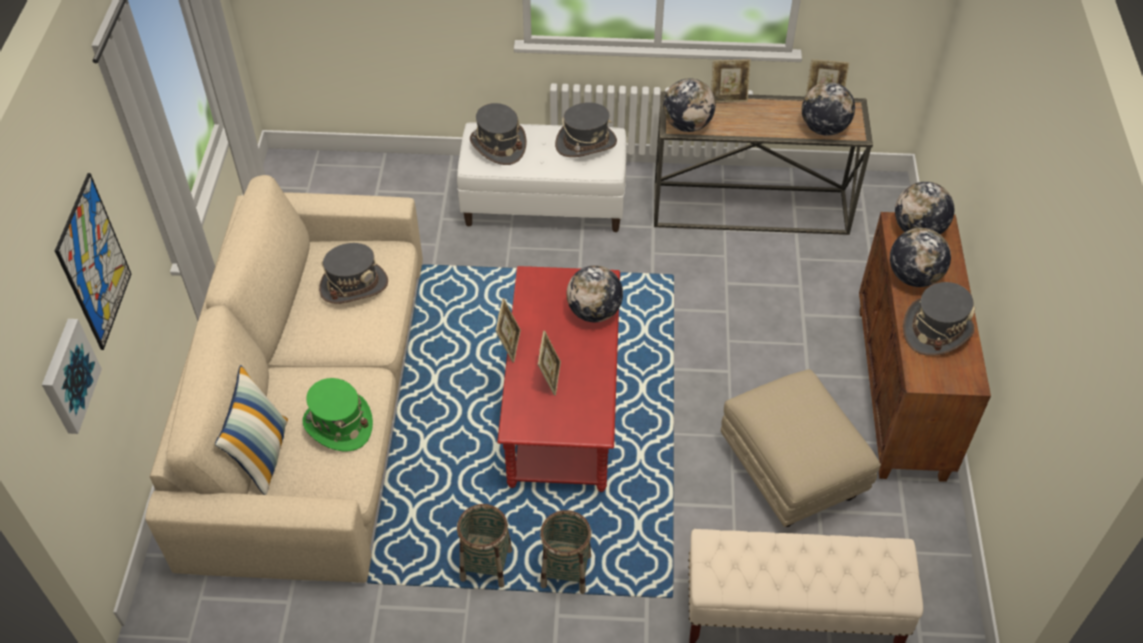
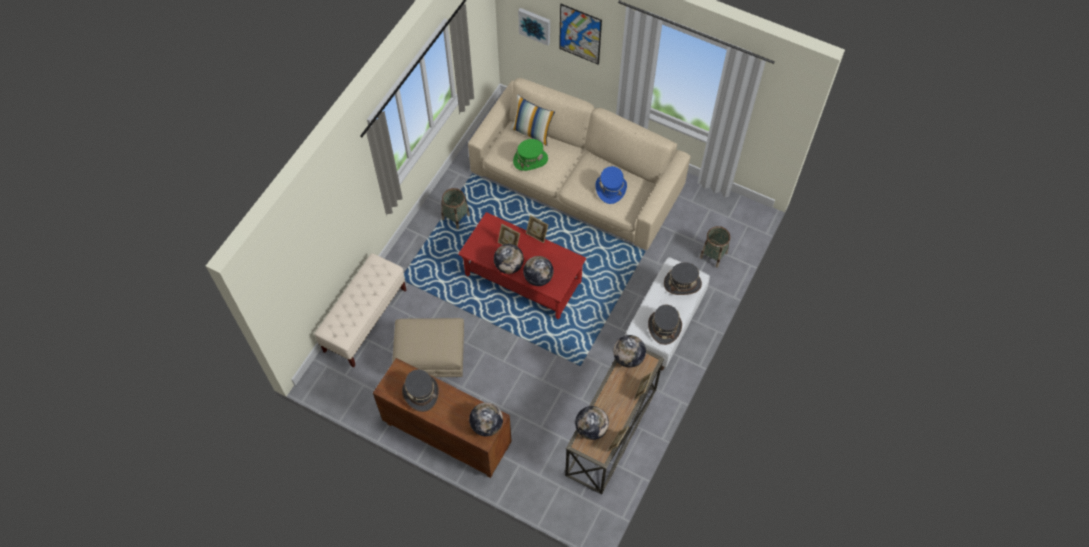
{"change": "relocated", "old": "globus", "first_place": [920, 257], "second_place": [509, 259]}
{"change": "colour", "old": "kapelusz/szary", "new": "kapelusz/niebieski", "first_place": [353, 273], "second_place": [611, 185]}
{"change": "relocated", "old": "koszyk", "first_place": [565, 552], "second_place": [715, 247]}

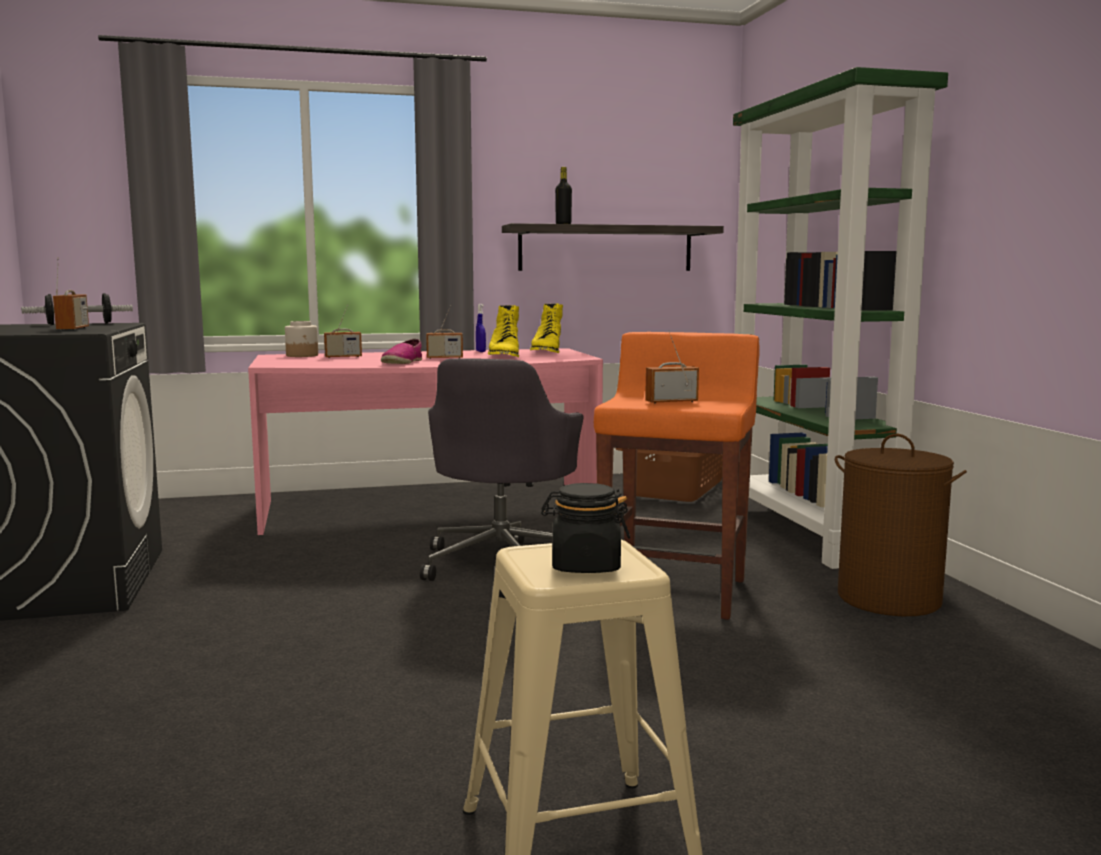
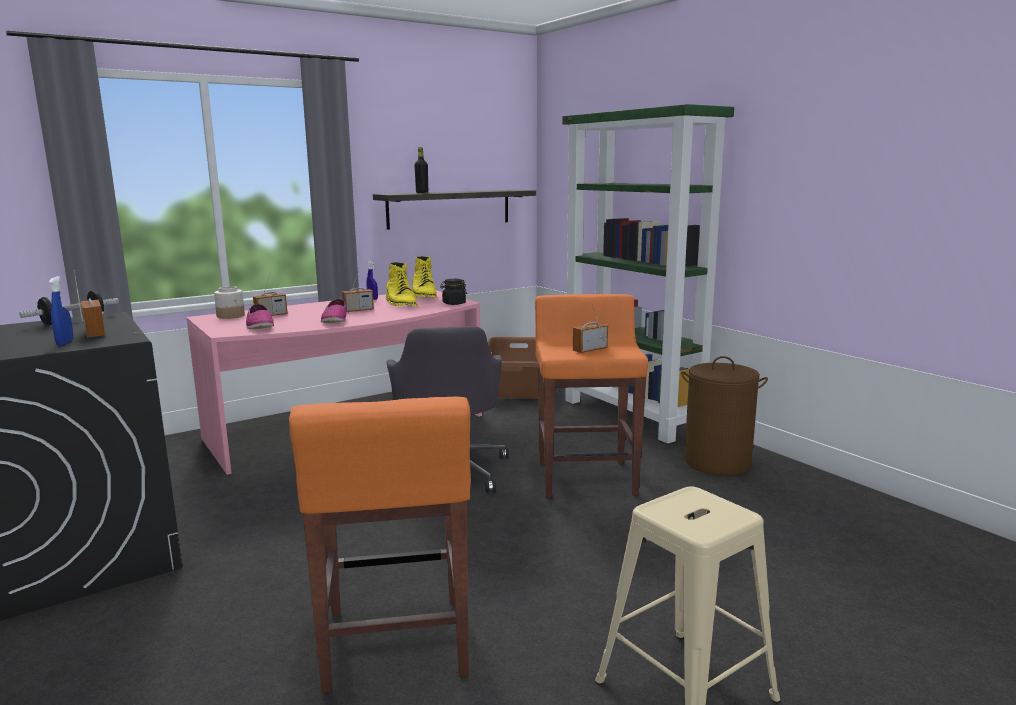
{"change": "appeared", "new": "spryskiwacz/niebieski", "second_place": [61, 311]}
{"change": "appeared", "new": "but", "second_place": [260, 316]}
{"change": "appeared", "new": "stołek/pomarańczowy", "second_place": [380, 545]}
{"change": "relocated", "old": "słoik/czarny", "first_place": [585, 528], "second_place": [453, 292]}

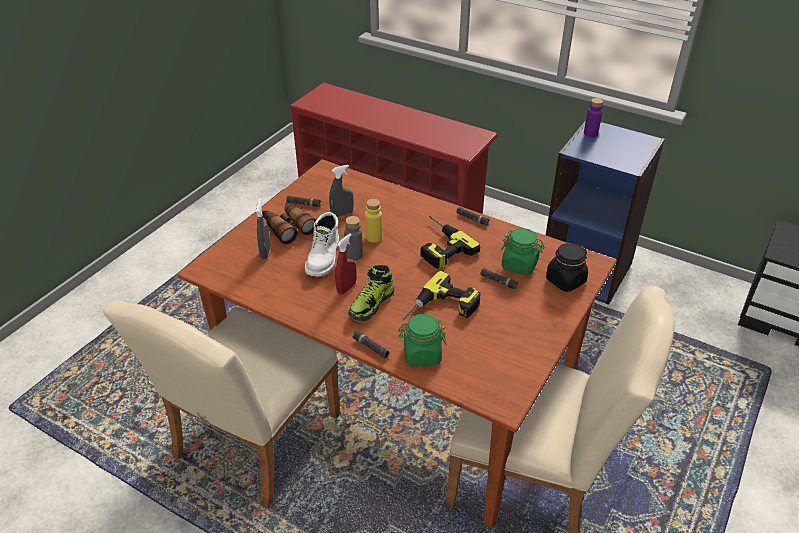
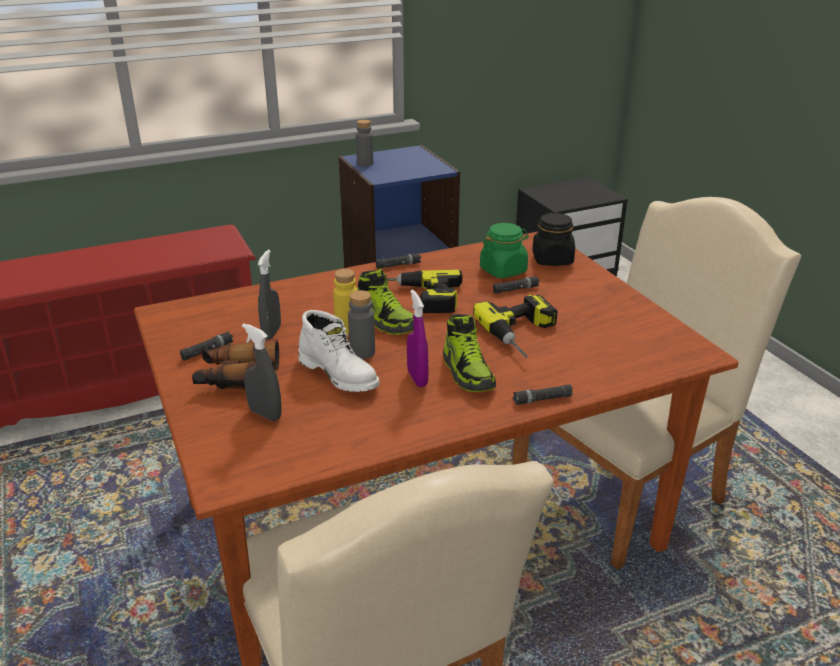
{"change": "colour", "old": "butelka/fioletowy", "new": "butelka/szary", "first_place": [593, 117], "second_place": [364, 143]}
{"change": "appeared", "new": "but", "second_place": [385, 301]}
{"change": "colour", "old": "spryskiwacz/czerwony", "new": "spryskiwacz/fioletowy", "first_place": [345, 263], "second_place": [418, 338]}
{"change": "missing", "old": "słoik/zielony", "first_place": [422, 340]}

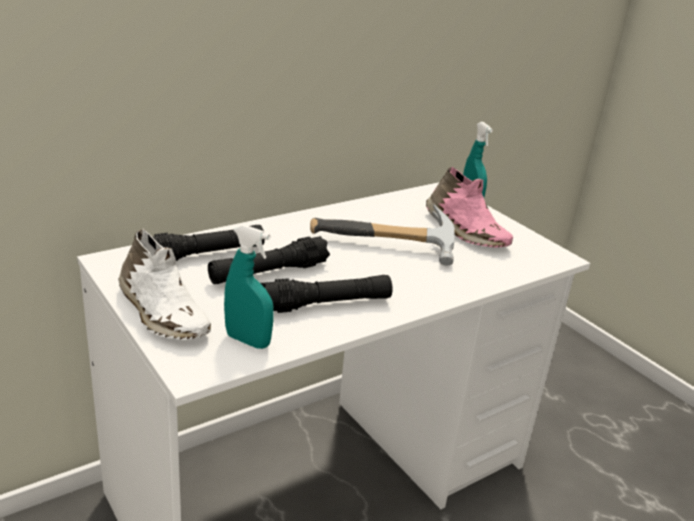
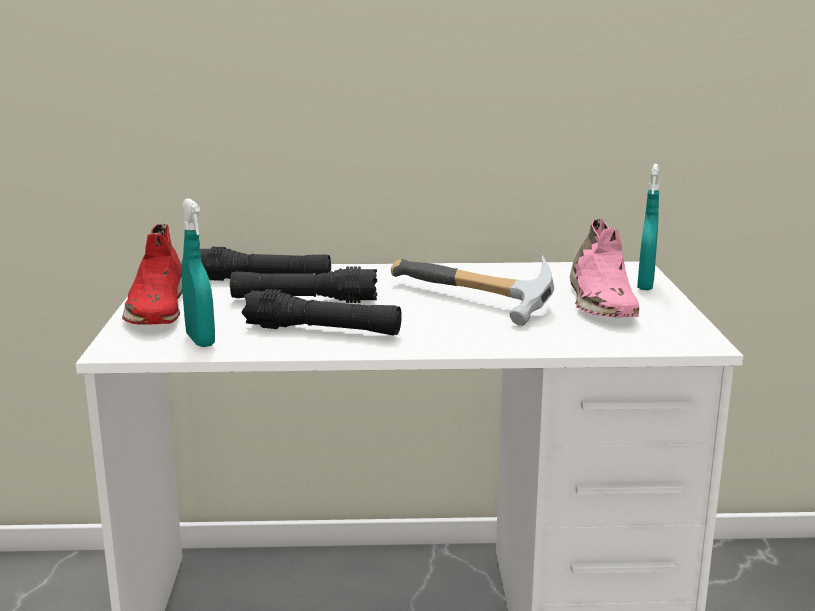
{"change": "colour", "old": "but/biały", "new": "but/czerwony", "first_place": [164, 284], "second_place": [152, 274]}

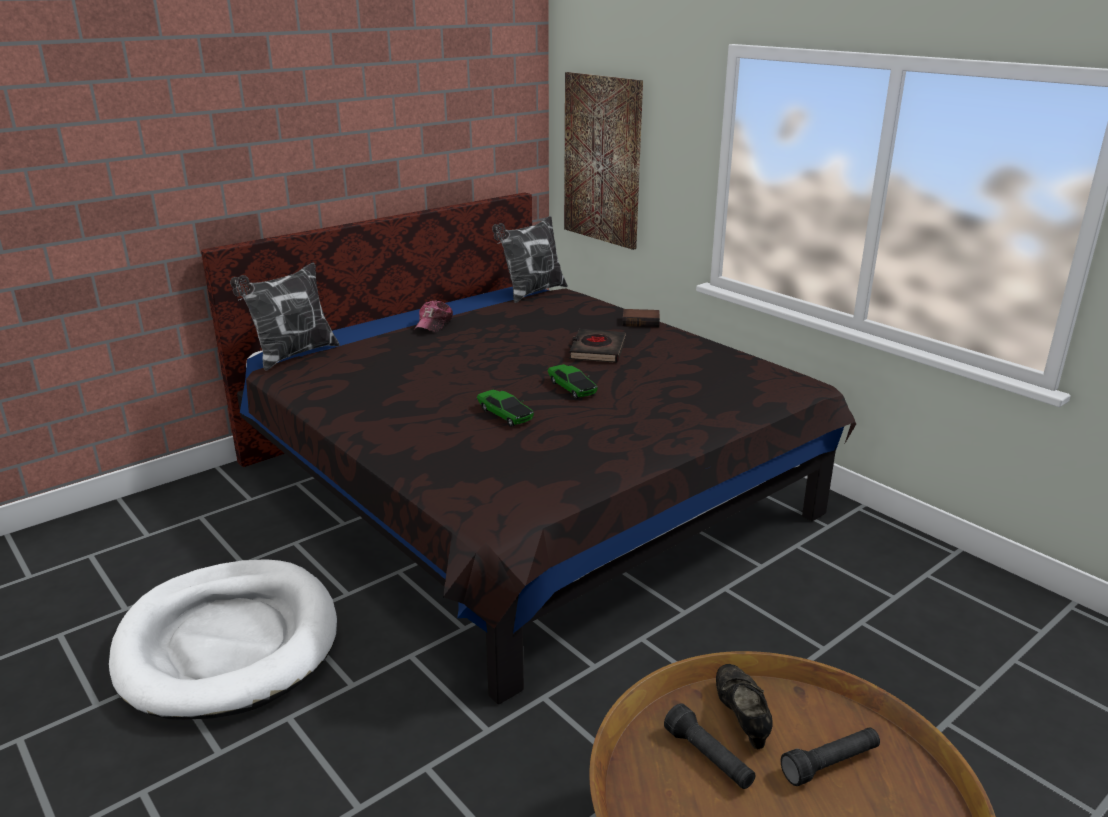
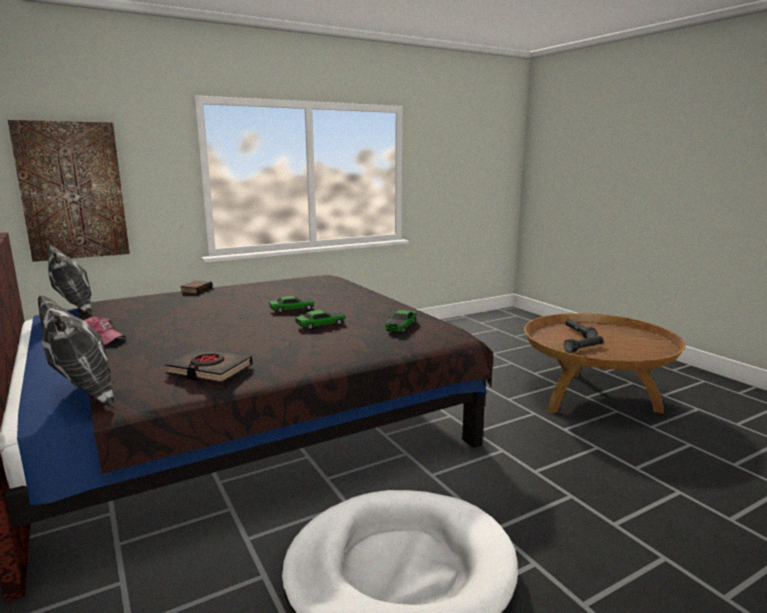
{"change": "relocated", "old": "książka/czarny", "first_place": [597, 346], "second_place": [208, 365]}
{"change": "appeared", "new": "samochodzik", "second_place": [401, 321]}
{"change": "missing", "old": "but/czarny", "first_place": [744, 706]}

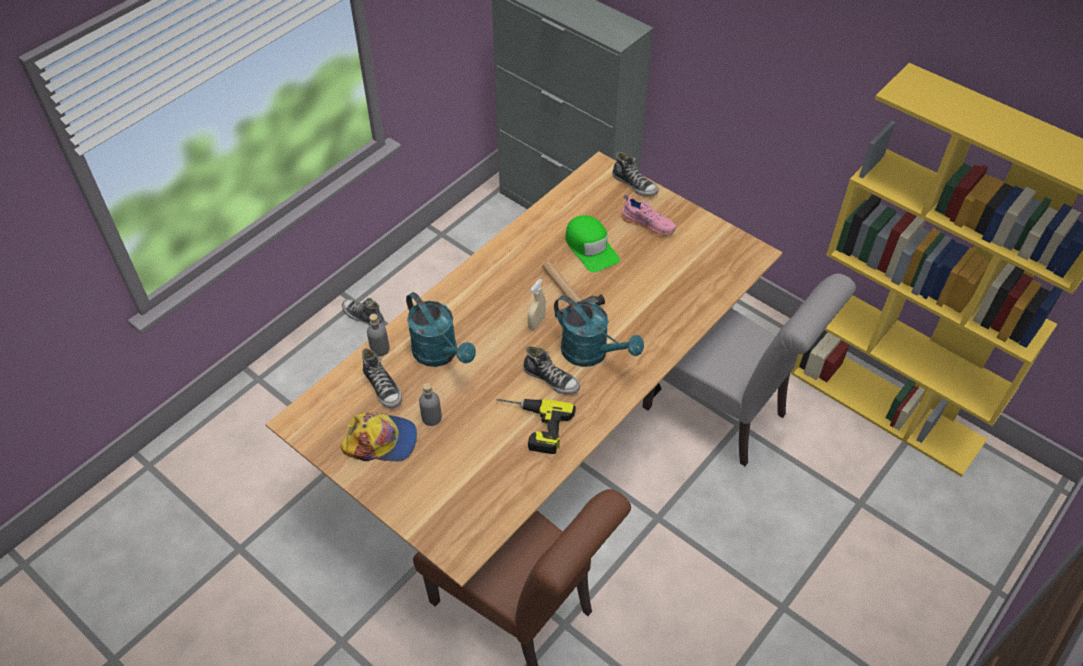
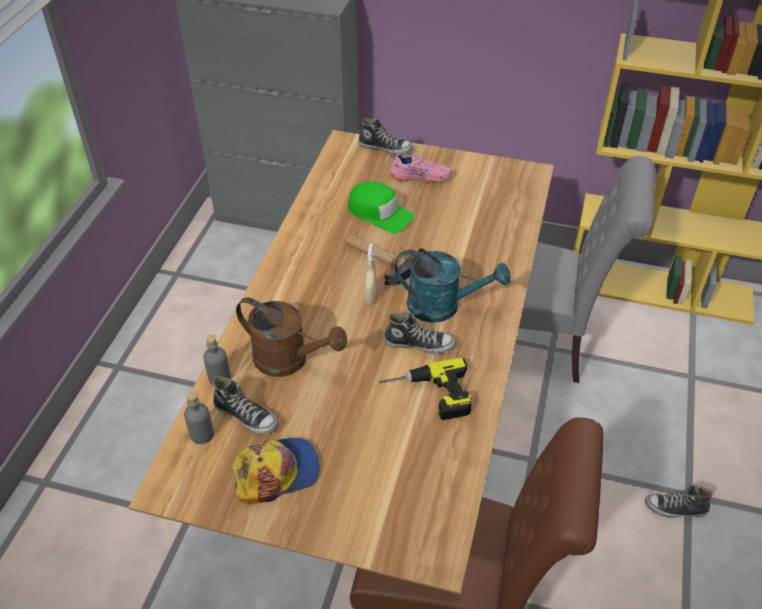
{"change": "relocated", "old": "butelka/szary", "first_place": [430, 404], "second_place": [199, 418]}
{"change": "colour", "old": "konewka/turkusowy", "new": "konewka/brązowy", "first_place": [441, 329], "second_place": [291, 337]}
{"change": "relocated", "old": "but", "first_place": [363, 311], "second_place": [679, 501]}

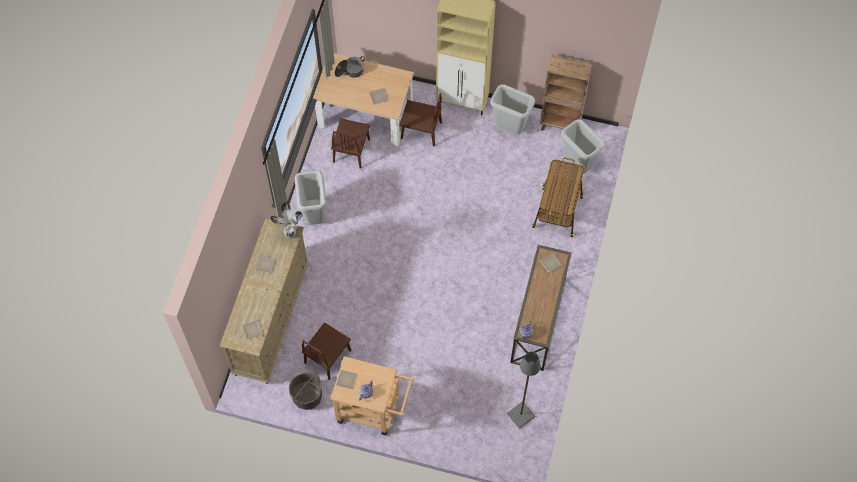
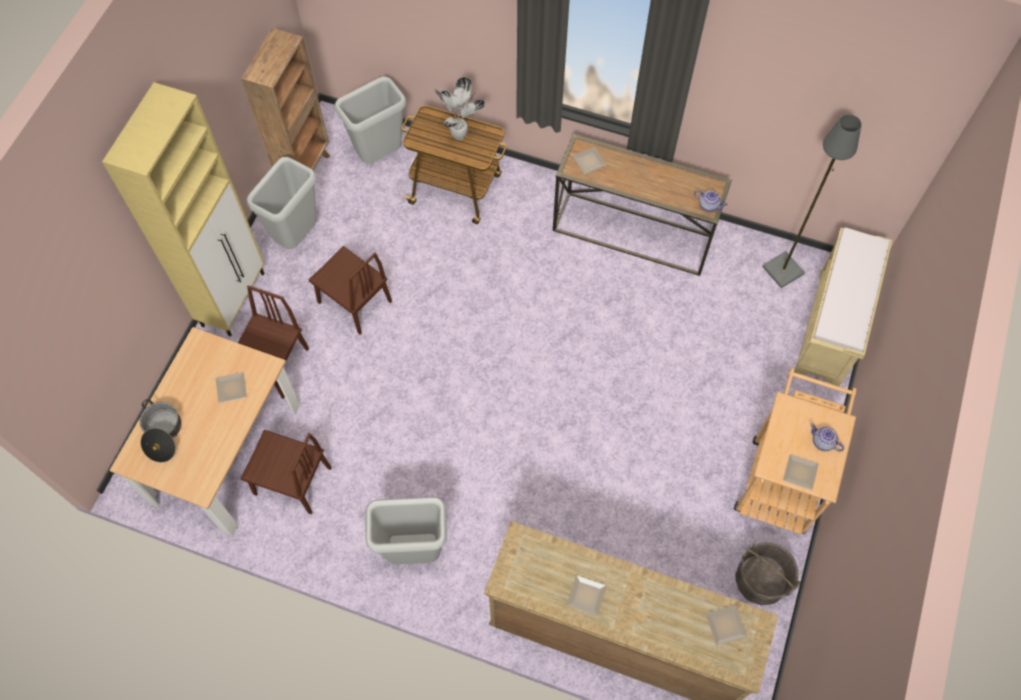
{"change": "relocated", "old": "krzesło/brązowy", "first_place": [326, 351], "second_place": [350, 290]}
{"change": "relocated", "old": "roślina doniczkowa", "first_place": [287, 220], "second_place": [460, 108]}
{"change": "appeared", "new": "ławka/beżowy", "second_place": [843, 307]}

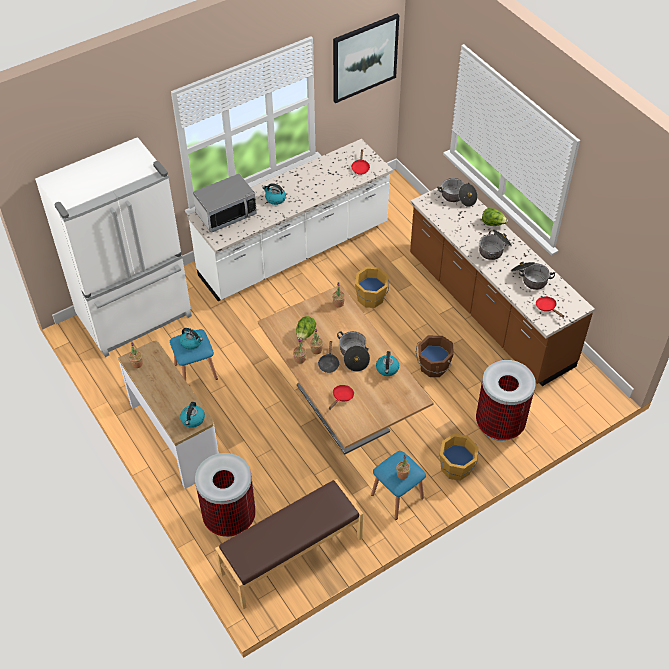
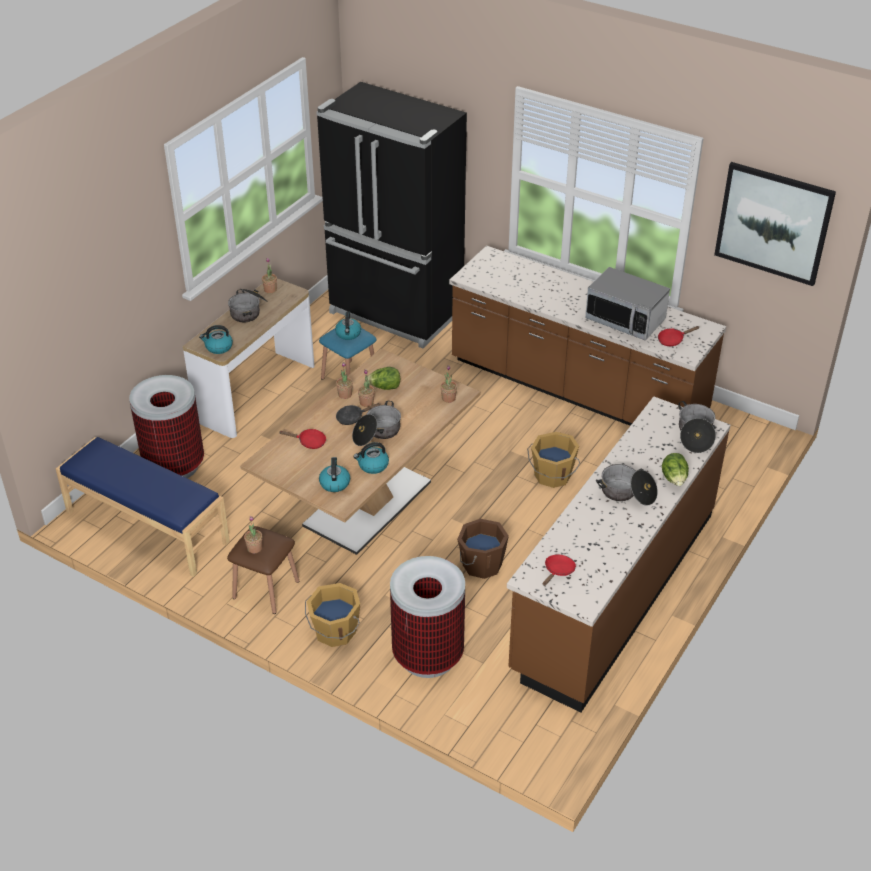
{"change": "colour", "old": "ławka/brązowy", "new": "ławka/niebieski", "first_place": [289, 544], "second_place": [143, 507]}
{"change": "colour", "old": "stołek/niebieski", "new": "stołek/brązowy", "first_place": [398, 485], "second_place": [263, 570]}
{"change": "relocated", "old": "garnek", "first_place": [533, 276], "second_place": [248, 305]}
{"change": "colour", "old": "lodówka/biały", "new": "lodówka/czarny", "first_place": [113, 247], "second_place": [392, 215]}
{"change": "relocated", "old": "czajnik", "first_place": [274, 194], "second_place": [334, 474]}
{"change": "colour", "old": "zabudowa kuchenna/biały", "new": "zabudowa kuchenna/brązowy", "first_place": [290, 220], "second_place": [587, 336]}
{"change": "relocated", "old": "mikrofalówka", "first_place": [225, 203], "second_place": [627, 303]}

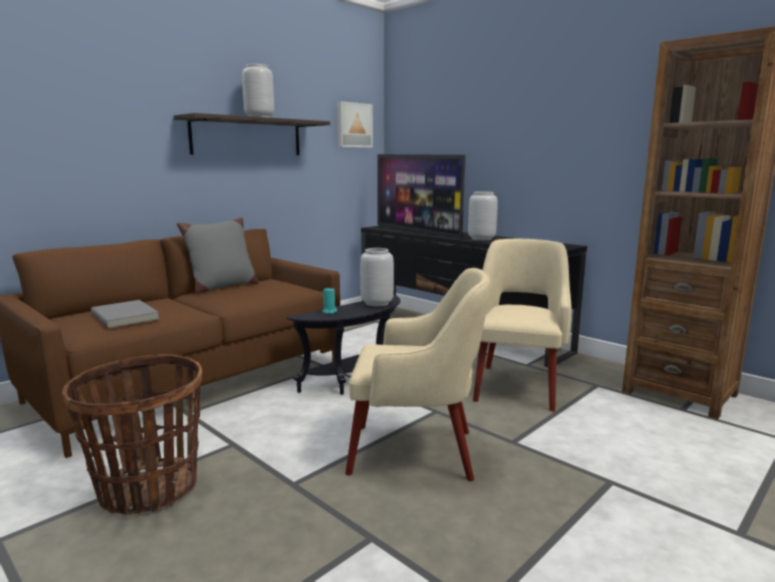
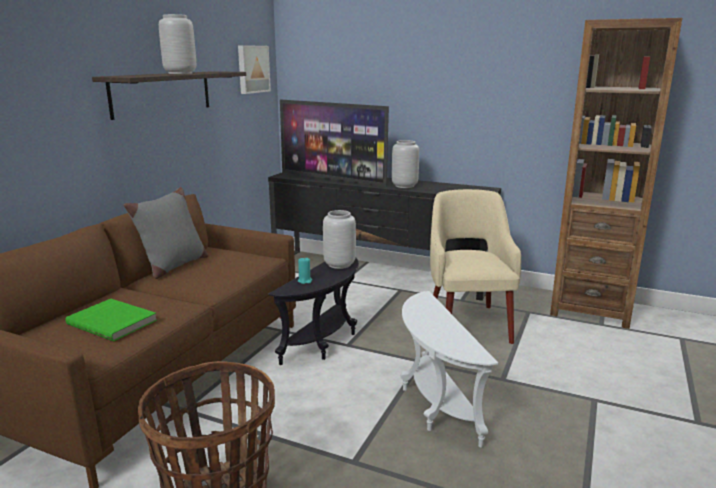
{"change": "colour", "old": "książka/szary", "new": "książka/zielony", "first_place": [125, 314], "second_place": [111, 320]}
{"change": "exchanged", "old": "fotel/beżowy", "new": "stolik/biały", "first_place": [417, 374], "second_place": [449, 369]}

